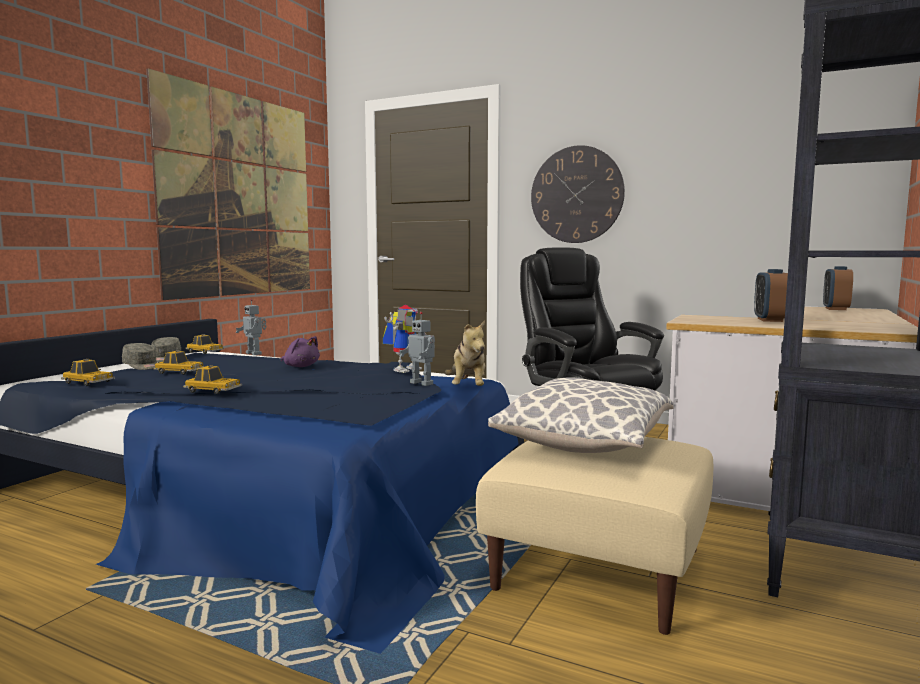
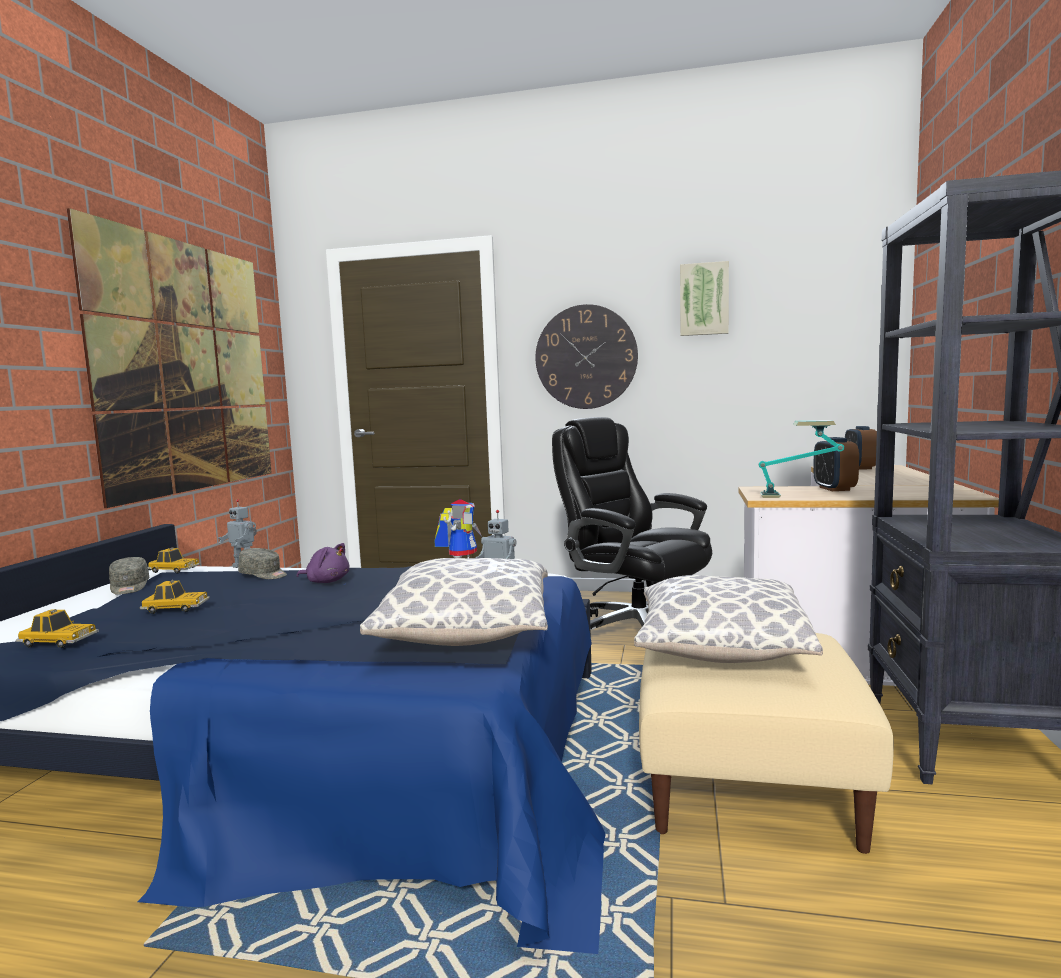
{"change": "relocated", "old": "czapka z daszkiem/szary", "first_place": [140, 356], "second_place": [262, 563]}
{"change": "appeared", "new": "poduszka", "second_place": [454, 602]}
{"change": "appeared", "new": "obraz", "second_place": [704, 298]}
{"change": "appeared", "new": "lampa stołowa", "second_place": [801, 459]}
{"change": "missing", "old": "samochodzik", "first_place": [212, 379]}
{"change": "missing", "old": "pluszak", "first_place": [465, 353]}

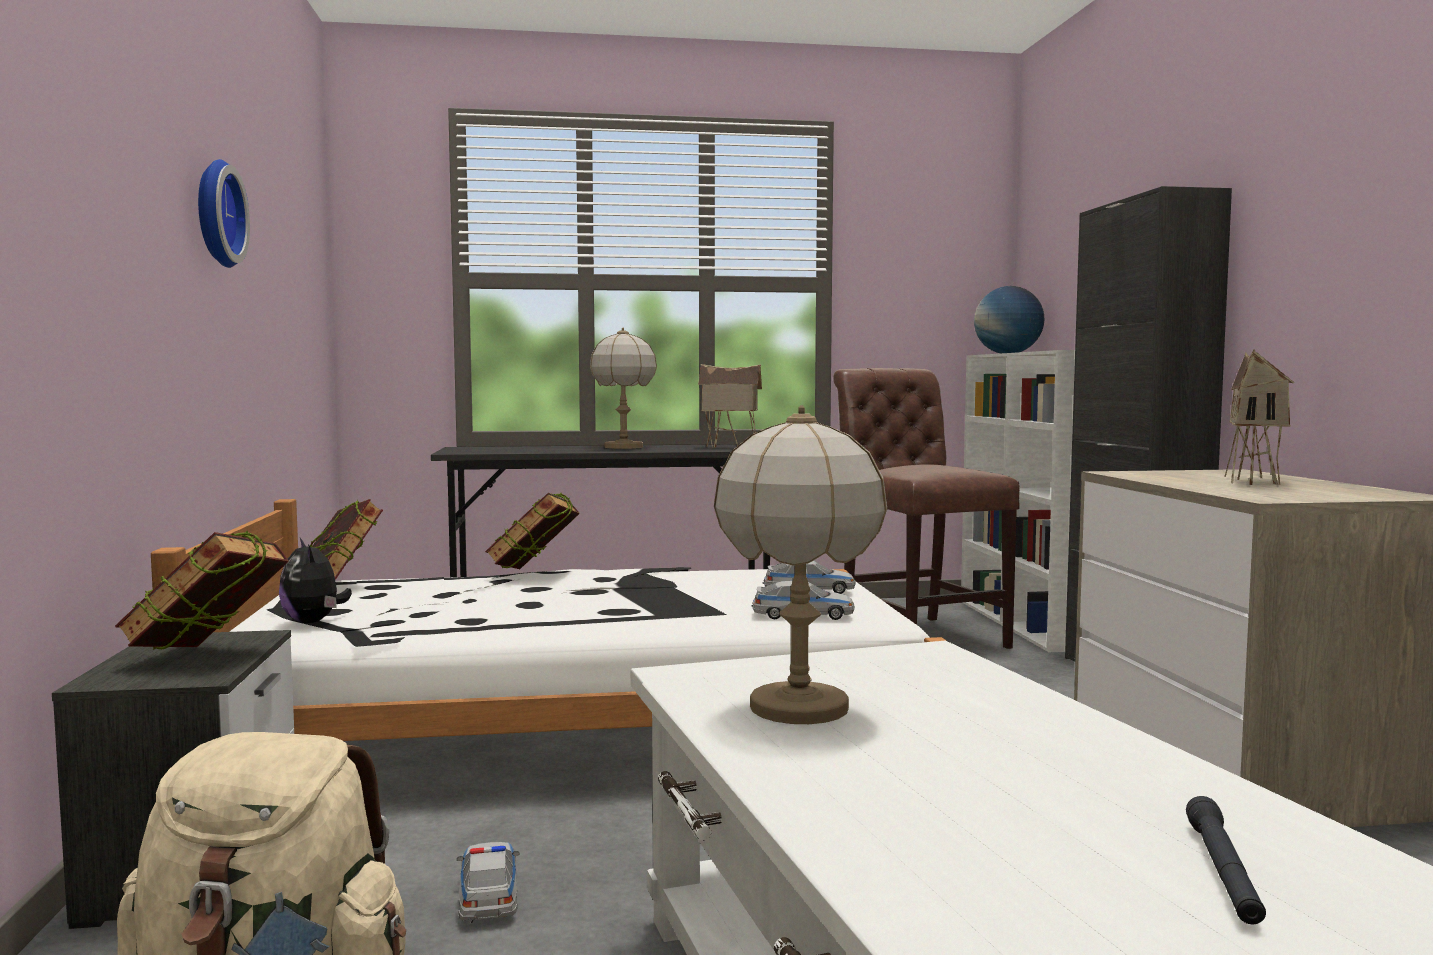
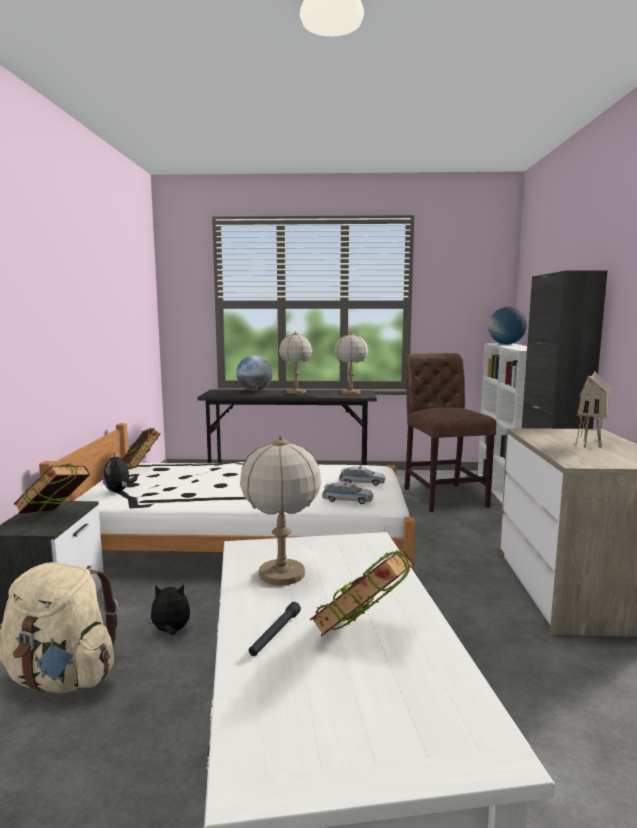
{"change": "exchanged", "old": "samochodzik", "new": "pluszak", "first_place": [488, 882], "second_place": [167, 610]}
{"change": "appeared", "new": "globus", "second_place": [254, 373]}
{"change": "relocated", "old": "latarka/czarny", "first_place": [1226, 860], "second_place": [275, 629]}
{"change": "relocated", "old": "książka", "first_place": [532, 530], "second_place": [362, 593]}
{"change": "exchanged", "old": "domek", "new": "lampa stołowa", "first_place": [730, 406], "second_place": [351, 363]}
{"change": "missing", "old": "zegar ścienny", "first_place": [224, 213]}

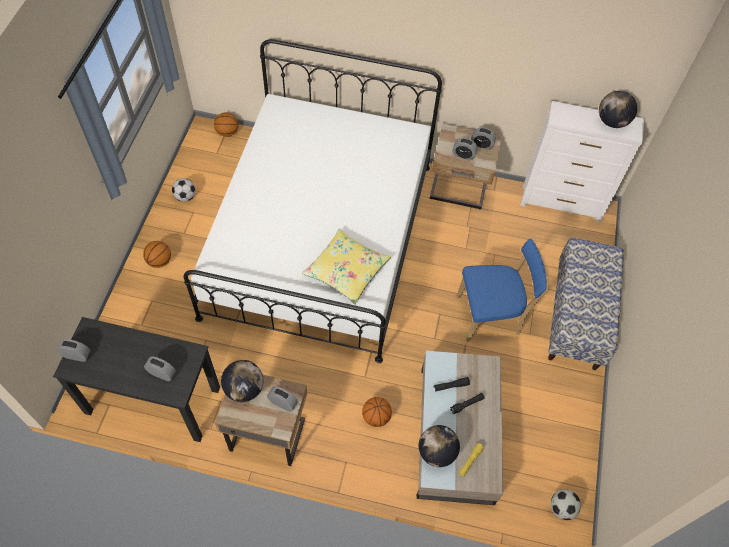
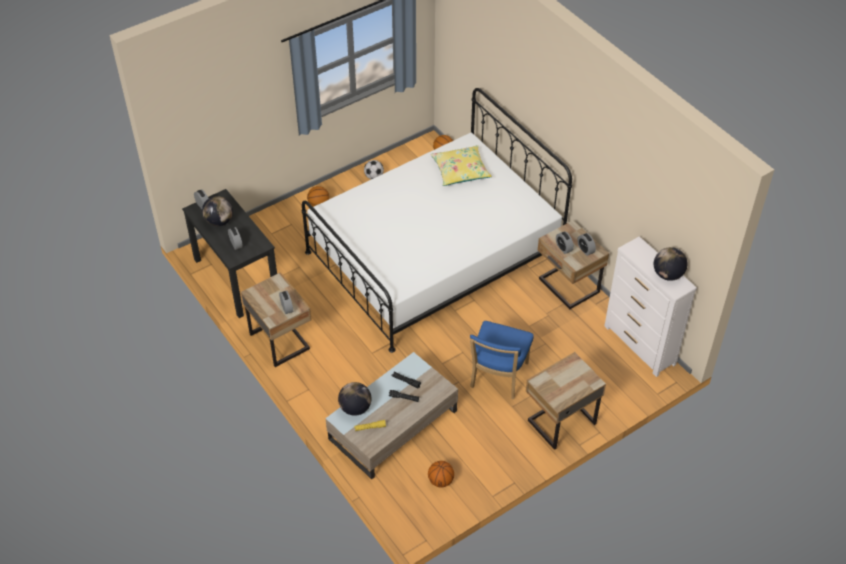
{"change": "relocated", "old": "globus", "first_place": [242, 381], "second_place": [217, 211]}
{"change": "relocated", "old": "piłka do koszykówki", "first_place": [377, 412], "second_place": [441, 474]}
{"change": "relocated", "old": "poduszka/żółty", "first_place": [346, 267], "second_place": [461, 165]}
{"change": "spun", "old": "krzesło/niebieski", "first_place": [503, 290], "second_place": [502, 360], "degrees": 75}
{"change": "exchanged", "old": "ławka", "new": "szafka nocna/beżowy", "first_place": [586, 303], "second_place": [566, 401]}
{"change": "missing", "old": "piłka futbolowa", "first_place": [566, 504]}

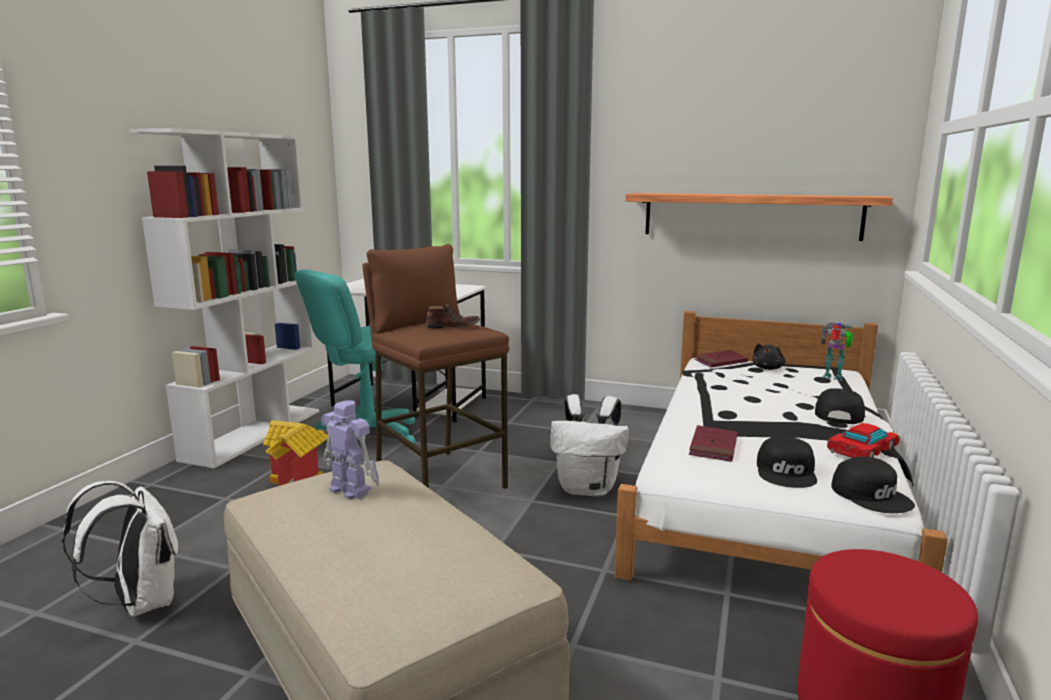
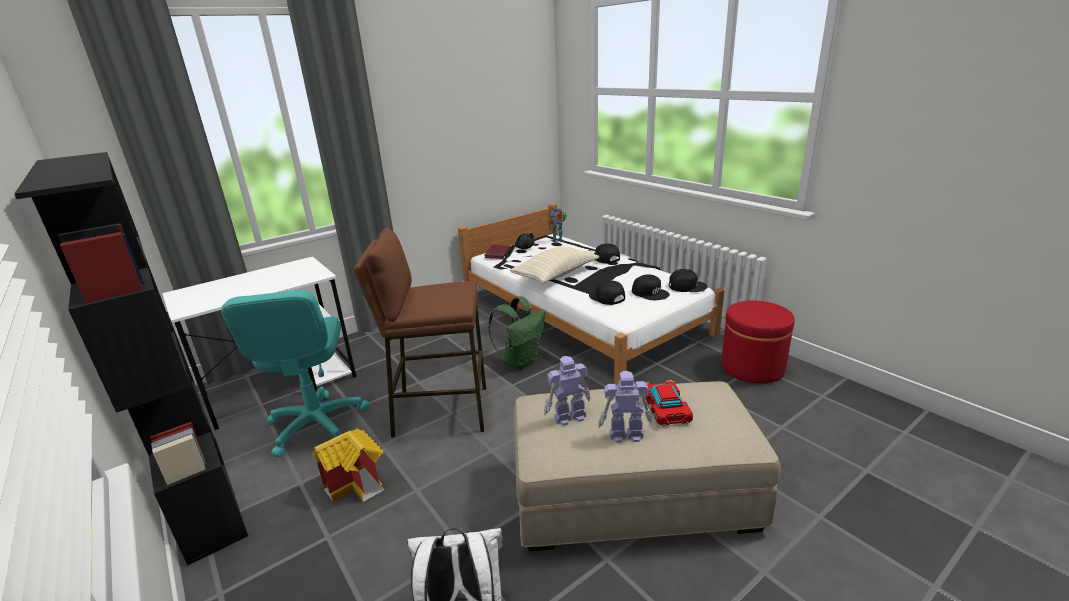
{"change": "colour", "old": "regał/biały", "new": "regał/czarny", "first_place": [224, 298], "second_place": [131, 359]}
{"change": "colour", "old": "plecak/biały", "new": "plecak/zielony", "first_place": [589, 445], "second_place": [516, 332]}
{"change": "appeared", "new": "poduszka/beżowy", "second_place": [554, 265]}
{"change": "exchanged", "old": "książka/czerwony", "new": "czapka z daszkiem/czarny", "first_place": [713, 443], "second_place": [607, 292]}
{"change": "appeared", "new": "robot zabawkowy", "second_place": [624, 407]}
{"change": "relocated", "old": "samochodzik", "first_place": [863, 440], "second_place": [669, 403]}
{"change": "missing", "old": "but/brązowy", "first_place": [452, 316]}
{"change": "missing", "old": "półka", "first_place": [759, 217]}

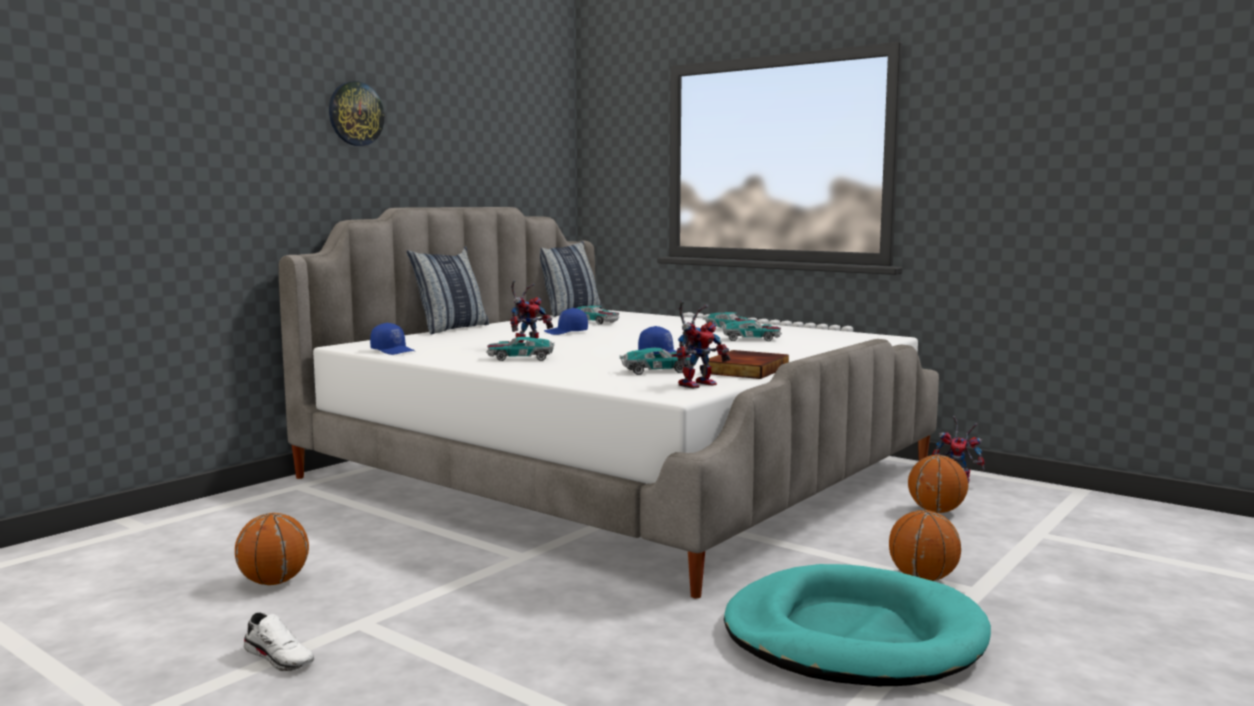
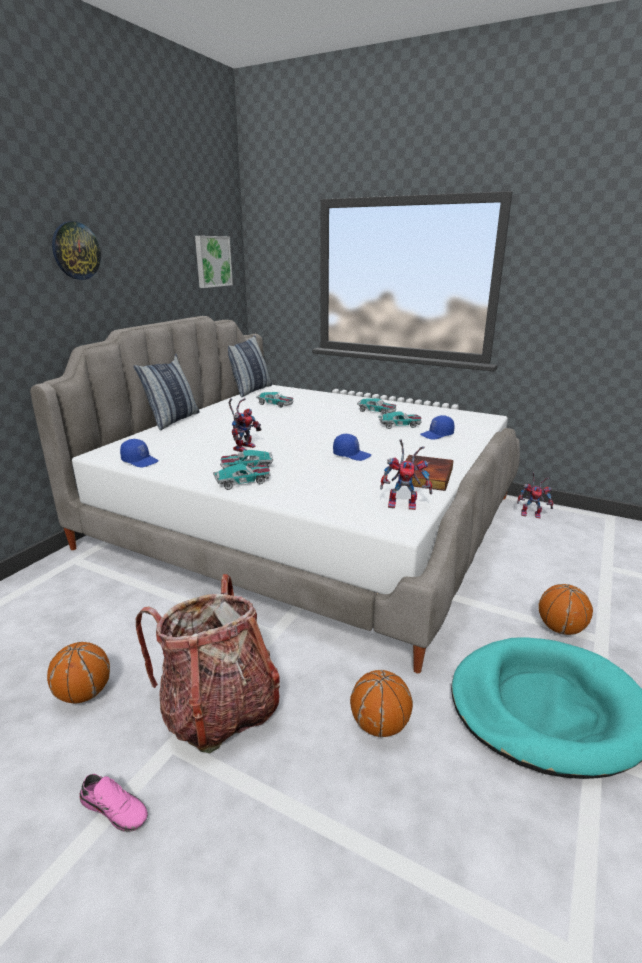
{"change": "colour", "old": "but/biały", "new": "but/różowy", "first_place": [279, 641], "second_place": [114, 803]}
{"change": "appeared", "new": "plecak", "second_place": [208, 663]}
{"change": "appeared", "new": "obraz", "second_place": [214, 262]}
{"change": "relocated", "old": "samochodzik", "first_place": [655, 361], "second_place": [242, 477]}
{"change": "relocated", "old": "piłka do koszykówki", "first_place": [938, 484], "second_place": [381, 703]}
{"change": "spun", "old": "robot zabawkowy", "first_place": [703, 345], "second_place": [406, 474], "degrees": 60}
{"change": "relocated", "old": "czapka z daszkiem/niebieski", "first_place": [566, 321], "second_place": [437, 427]}

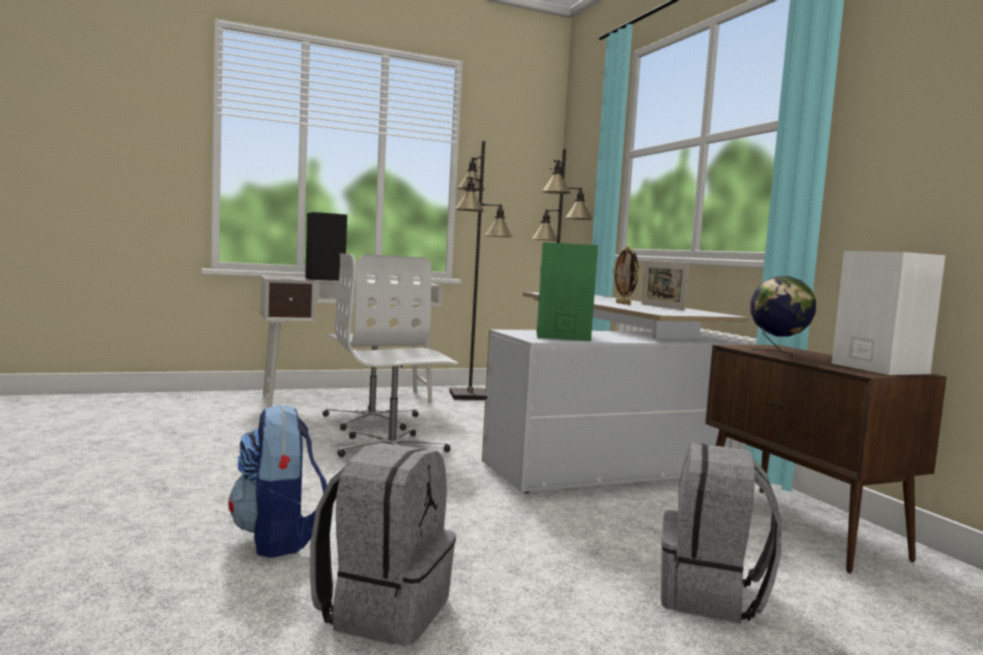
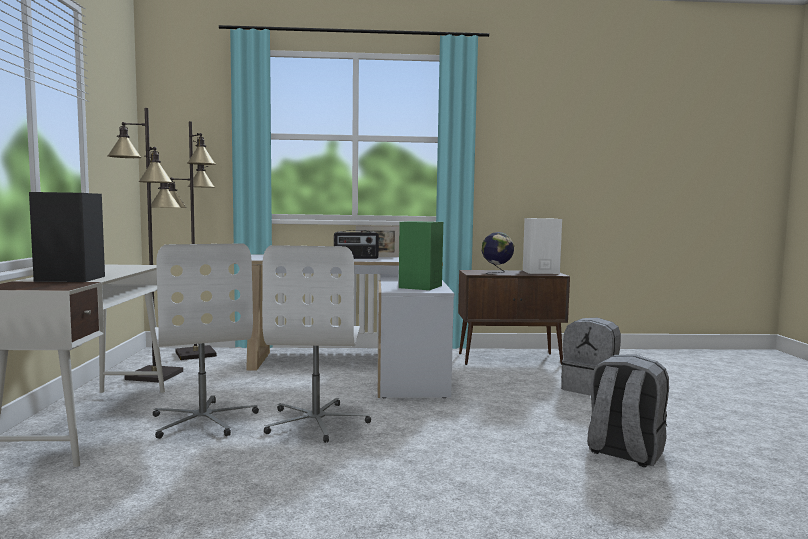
{"change": "spun", "old": "krzesło biurowe/biały", "first_place": [377, 342], "second_place": [206, 341], "degrees": 75}
{"change": "exchanged", "old": "ramka na zdjęcie", "new": "radio", "first_place": [626, 275], "second_place": [356, 244]}
{"change": "missing", "old": "plecak", "first_place": [277, 481]}

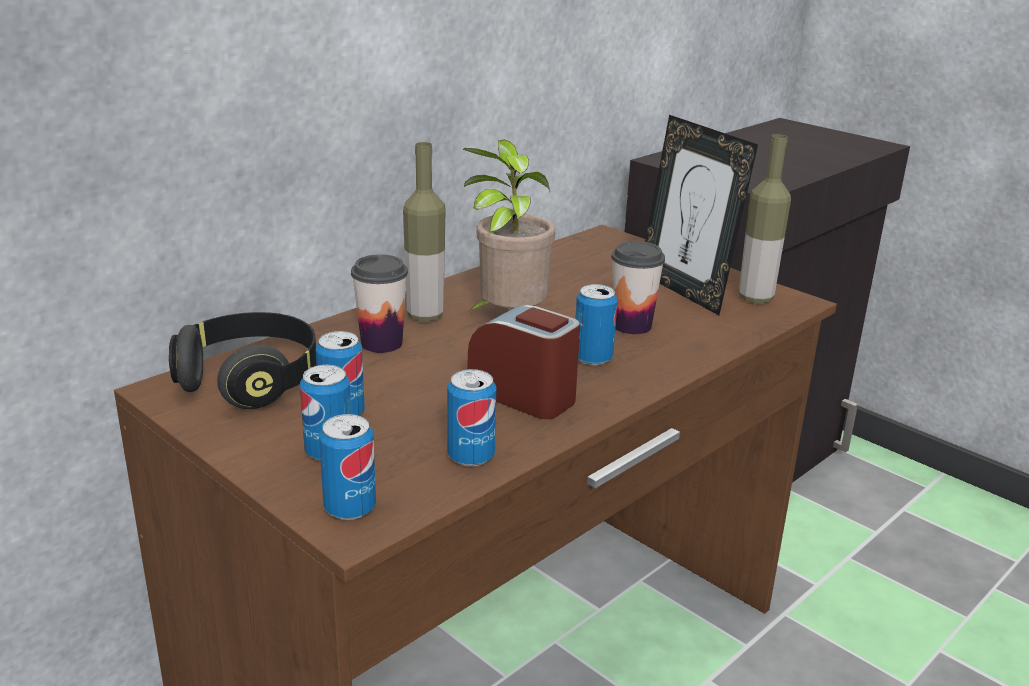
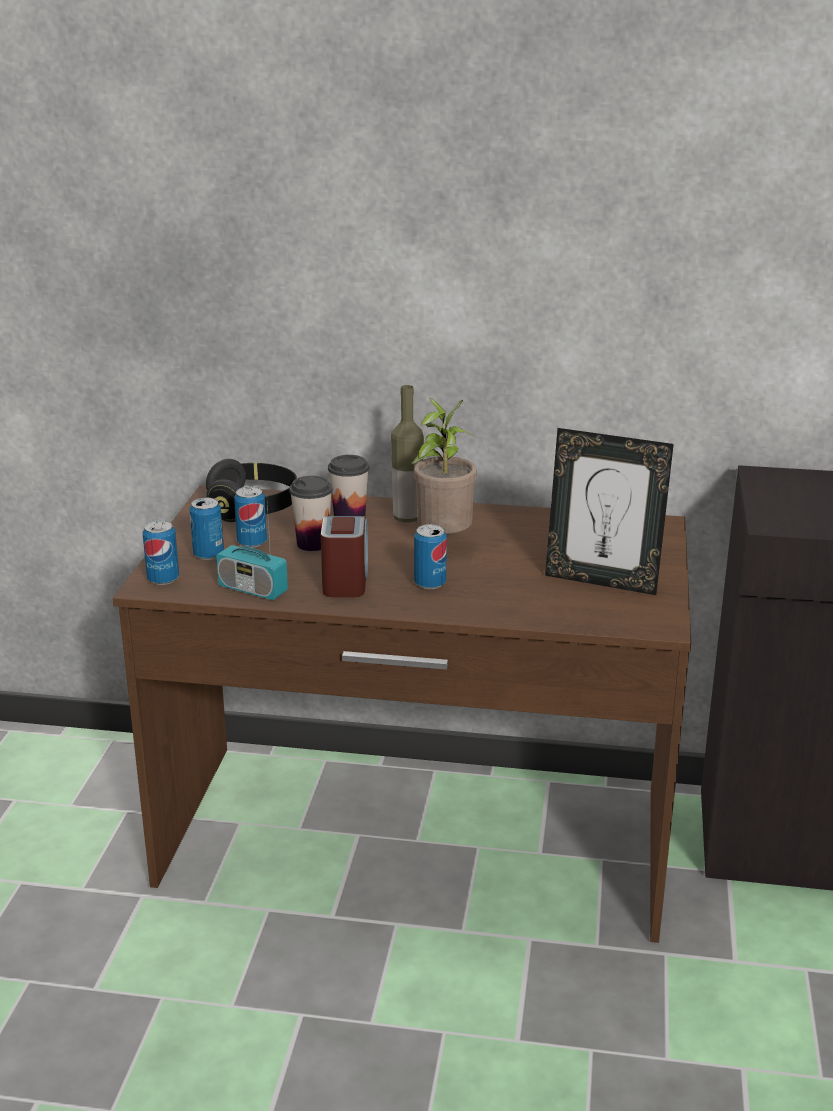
{"change": "exchanged", "old": "puszka", "new": "radio", "first_place": [472, 417], "second_place": [252, 551]}
{"change": "relocated", "old": "filiżanka", "first_place": [638, 287], "second_place": [310, 513]}
{"change": "spun", "old": "ramka na zdjęcie", "first_place": [701, 215], "second_place": [609, 511], "degrees": -90}
{"change": "missing", "old": "butelka", "first_place": [765, 218]}

